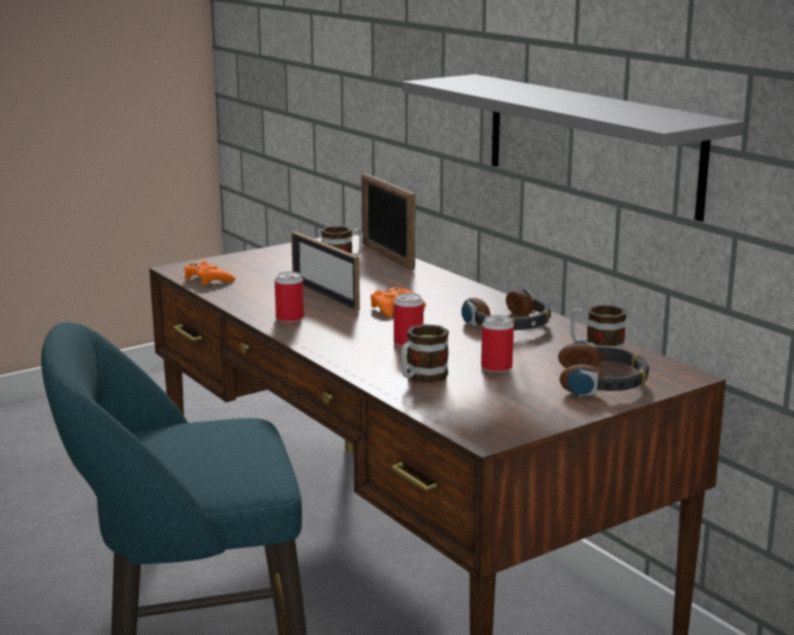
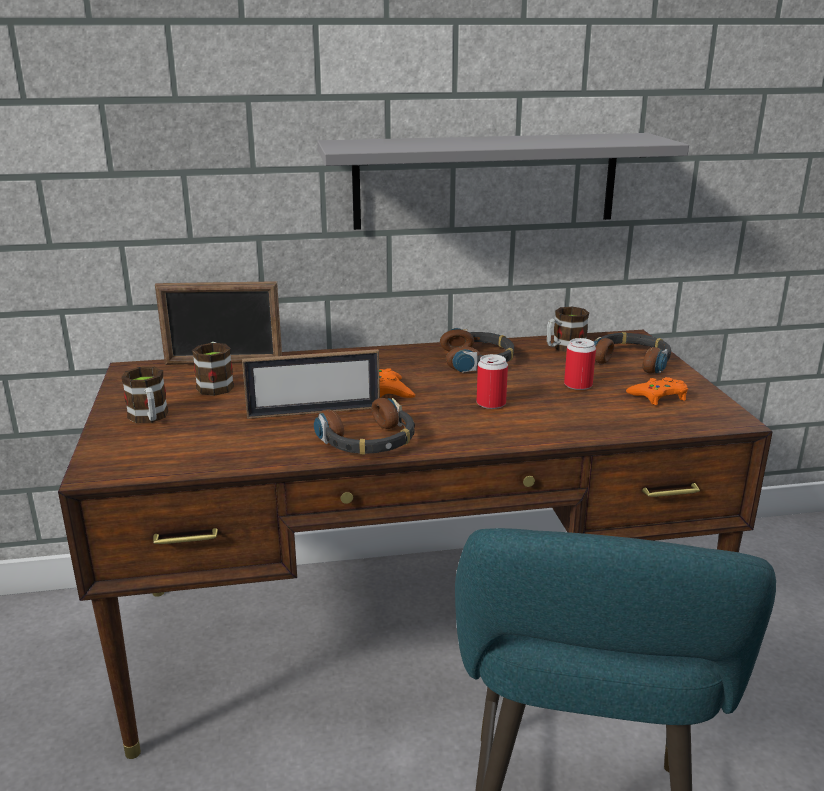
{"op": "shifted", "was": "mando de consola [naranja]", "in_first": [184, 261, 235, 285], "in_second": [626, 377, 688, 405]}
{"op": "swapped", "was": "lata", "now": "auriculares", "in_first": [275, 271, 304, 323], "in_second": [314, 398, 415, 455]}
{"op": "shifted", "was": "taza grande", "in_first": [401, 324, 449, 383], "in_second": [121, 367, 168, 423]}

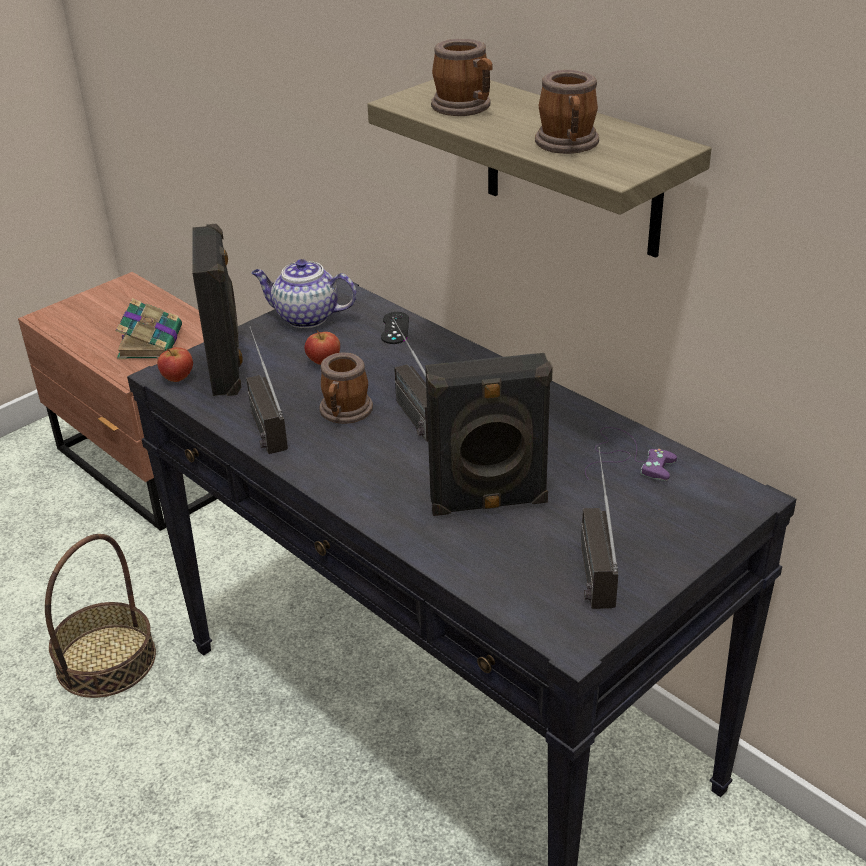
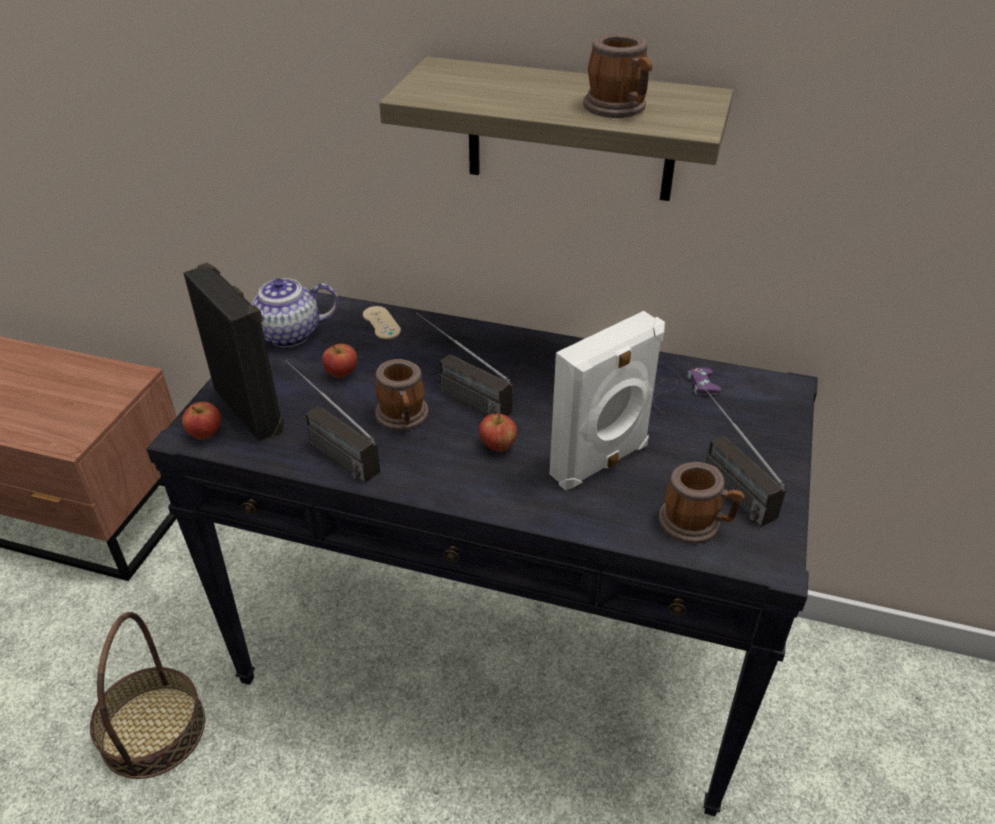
{"op": "gone", "was": "libro", "in_first": [116, 298, 182, 359]}
{"op": "repainted", "was": "mando de consola [negro]", "now": "mando de consola [beis]", "in_first": [381, 312, 409, 344], "in_second": [363, 306, 401, 339]}
{"op": "repainted", "was": "altavoz [negro]", "now": "altavoz [blanco]", "in_first": [425, 353, 553, 516], "in_second": [550, 311, 665, 491]}
{"op": "shifted", "was": "taza grande", "in_first": [431, 39, 493, 116], "in_second": [659, 462, 745, 544]}
{"op": "new", "now": "manzana", "in_second": [479, 413, 517, 452]}

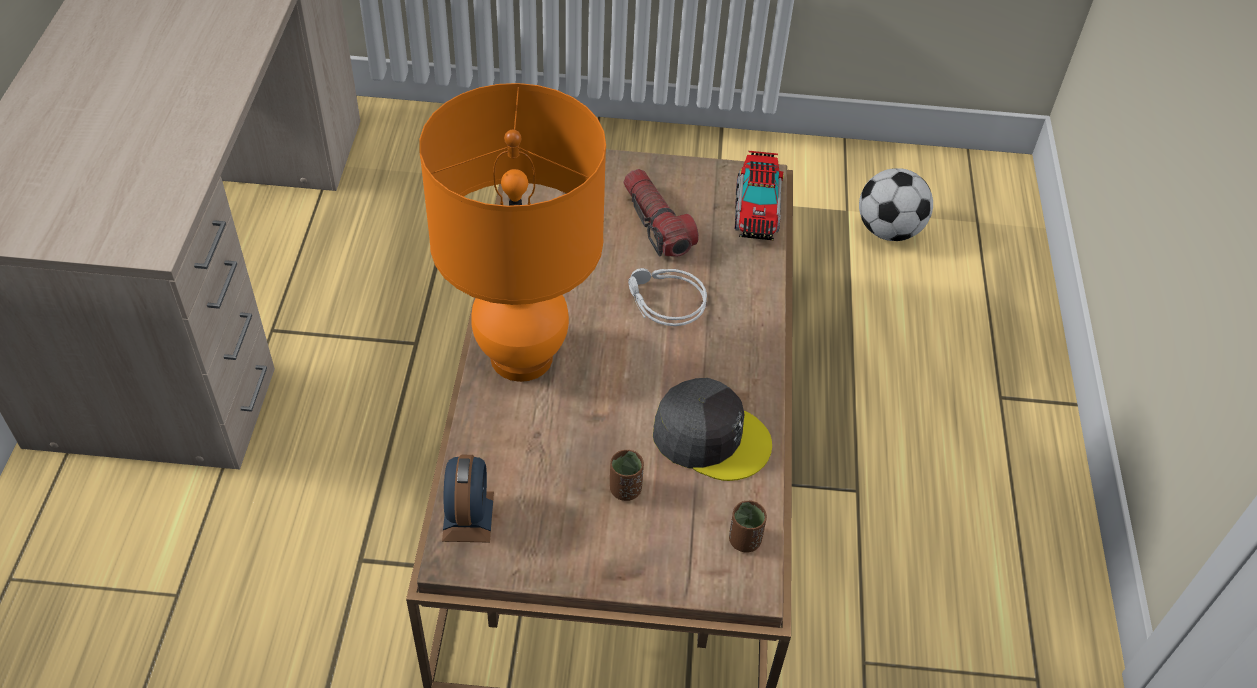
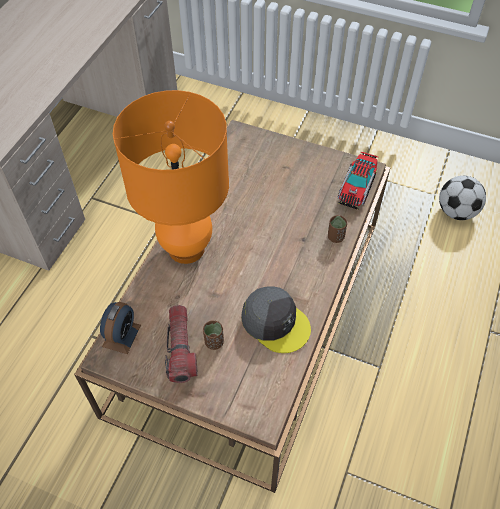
{"op": "shifted", "was": "linterna", "in_first": [623, 169, 699, 257], "in_second": [165, 305, 198, 383]}
{"op": "gone", "was": "auriculares [gris]", "in_first": [628, 268, 707, 326]}
{"op": "shifted", "was": "taza [marrón]", "in_first": [729, 501, 767, 553], "in_second": [328, 215, 347, 243]}

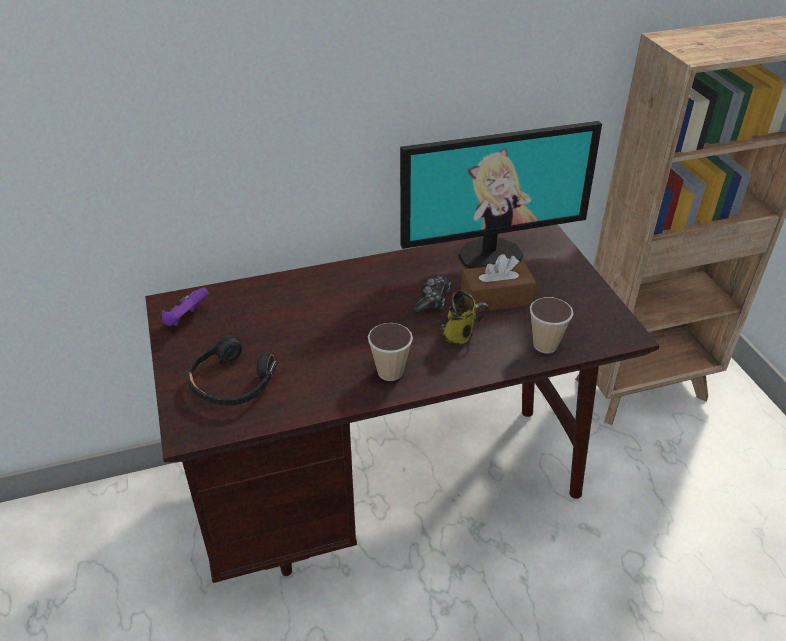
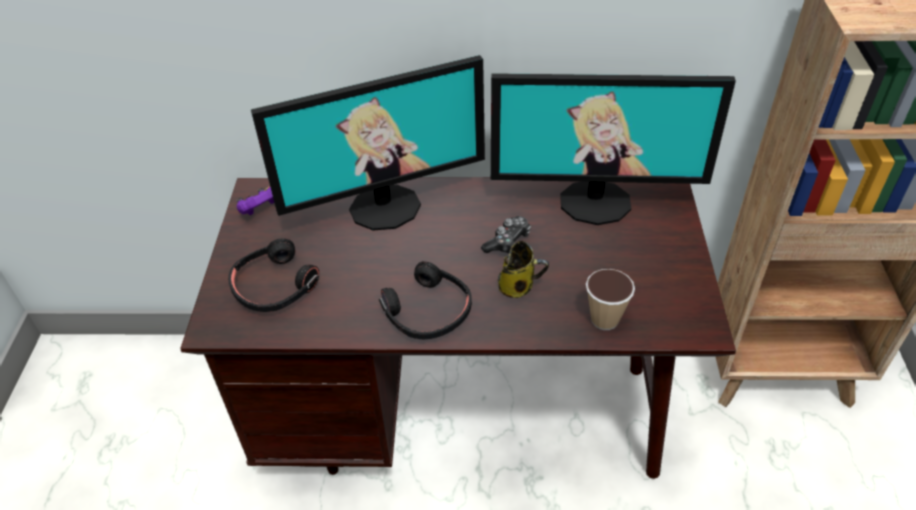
{"op": "swapped", "was": "taza", "now": "auriculares [negro]", "in_first": [368, 323, 413, 381], "in_second": [379, 261, 472, 339]}
{"op": "gone", "was": "caja de pañuelos [marrón]", "in_first": [461, 254, 536, 312]}
{"op": "new", "now": "monitor", "in_second": [251, 55, 485, 231]}

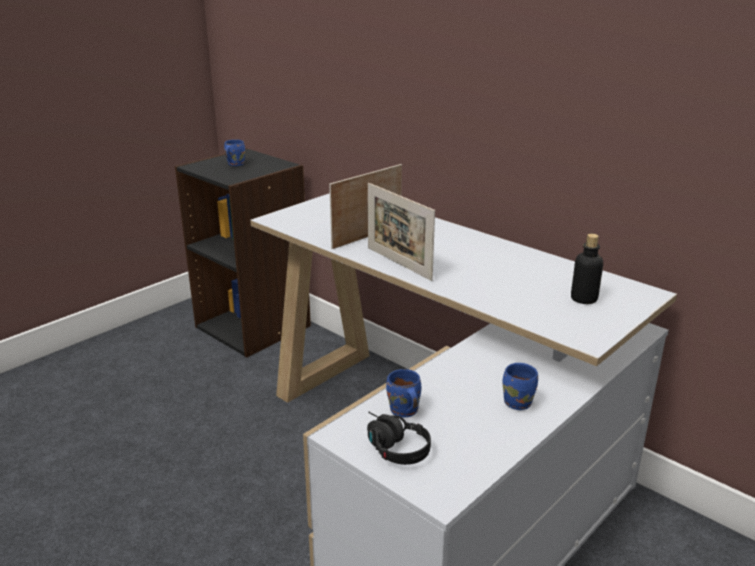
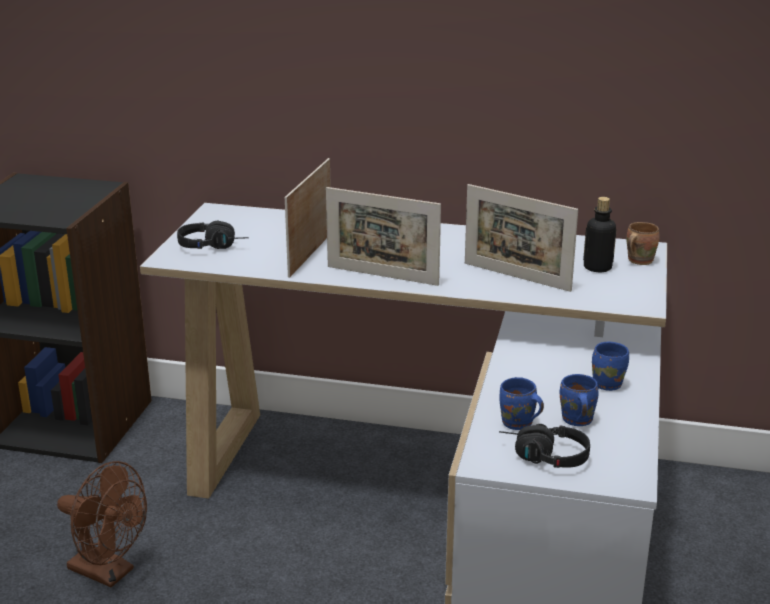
{"op": "shifted", "was": "taza grande [azul]", "in_first": [224, 140, 245, 166], "in_second": [560, 374, 599, 426]}
{"op": "new", "now": "ventilador [marrón]", "in_second": [57, 461, 147, 587]}
{"op": "new", "now": "auriculares [negro]", "in_second": [177, 220, 249, 249]}
{"op": "new", "now": "portarretratos", "in_second": [465, 184, 578, 292]}
{"op": "new", "now": "taza grande [marrón]", "in_second": [626, 222, 659, 265]}

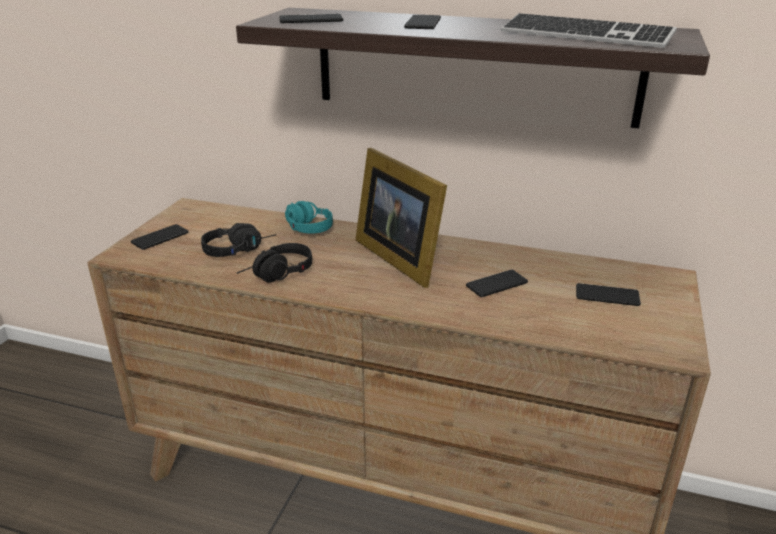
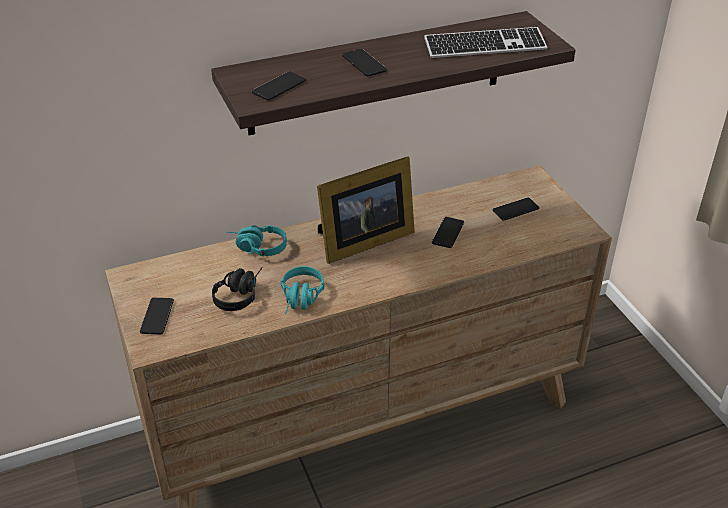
{"op": "repainted", "was": "auriculares [negro]", "now": "auriculares [turquesa]", "in_first": [237, 243, 312, 283], "in_second": [281, 266, 325, 314]}
{"op": "rotated", "was": "portarretratos", "in_first": [355, 148, 447, 288], "in_second": [317, 156, 415, 264], "clockwise": -45}

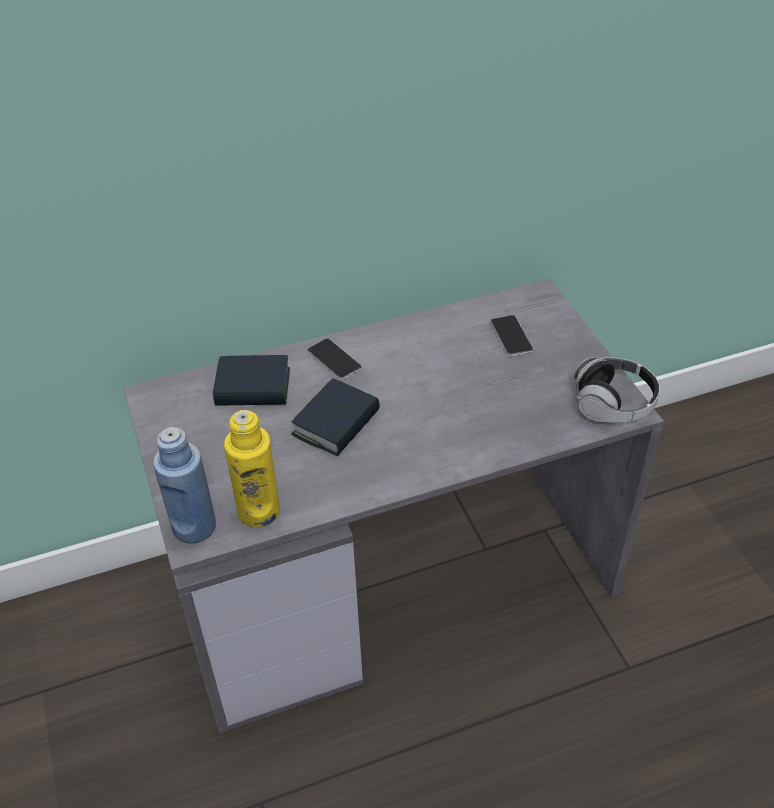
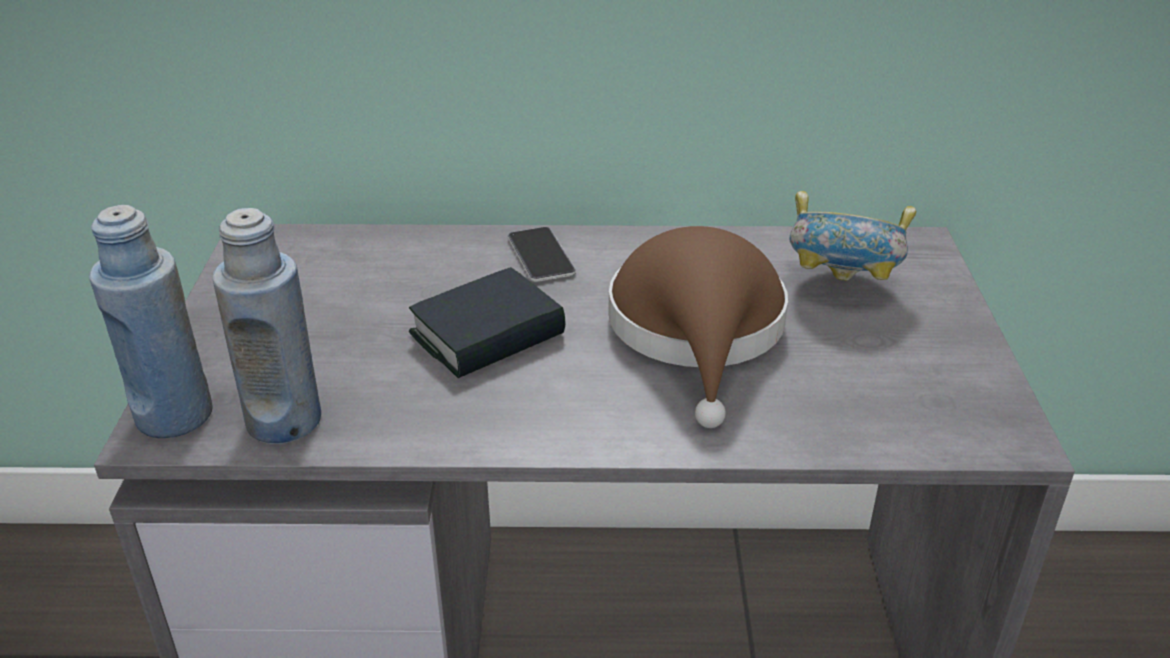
{"op": "gone", "was": "libro", "in_first": [213, 355, 290, 406]}
{"op": "repainted", "was": "botella [amarillo]", "now": "botella [azul]", "in_first": [224, 410, 280, 527], "in_second": [213, 208, 321, 444]}
{"op": "swapped", "was": "móvil", "now": "cuenco", "in_first": [490, 315, 533, 356], "in_second": [789, 191, 916, 281]}
{"op": "gone", "was": "auriculares", "in_first": [574, 357, 660, 422]}
{"op": "new", "now": "sombrero [marrón]", "in_second": [608, 226, 788, 428]}

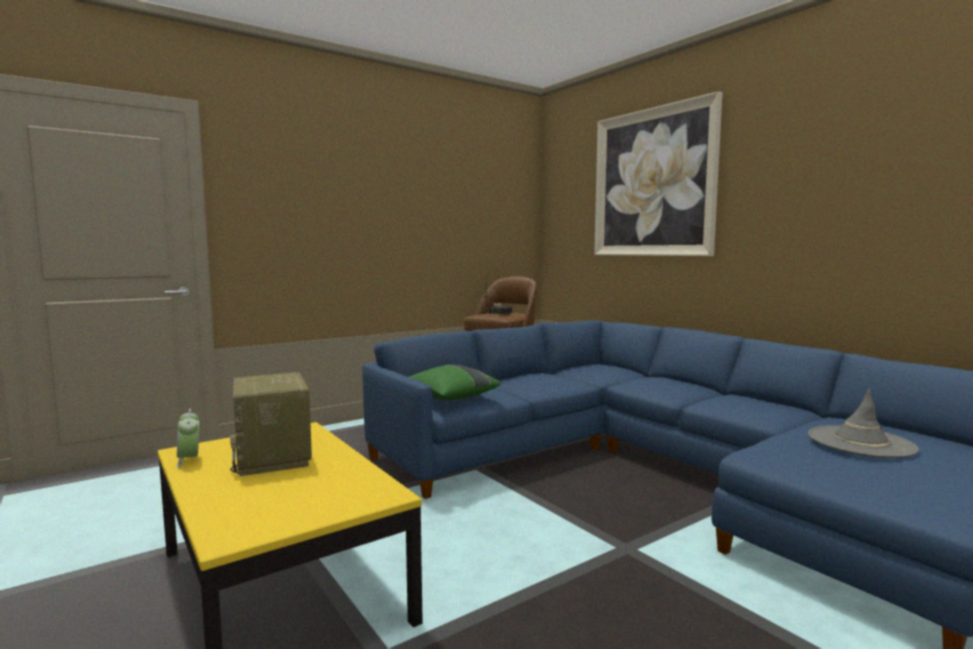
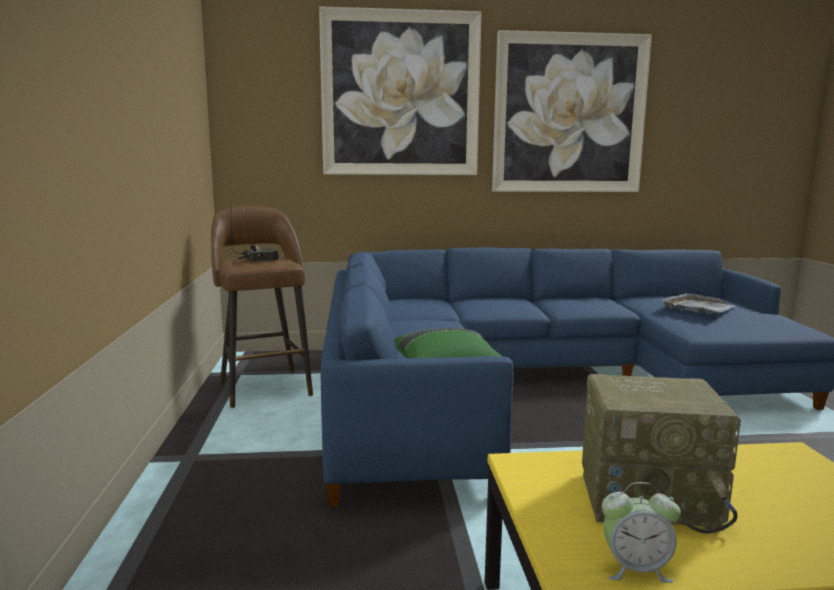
{"op": "swapped", "was": "sombrero [gris]", "now": "bandeja [gris]", "in_first": [808, 388, 919, 458], "in_second": [661, 293, 735, 314]}
{"op": "new", "now": "cuadro", "in_second": [492, 30, 652, 192]}

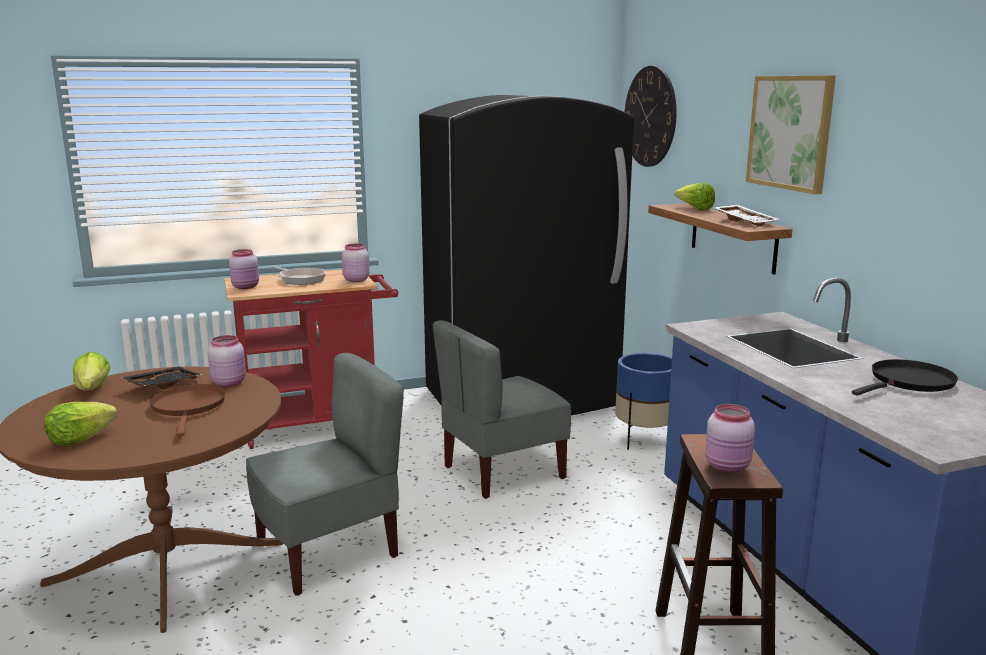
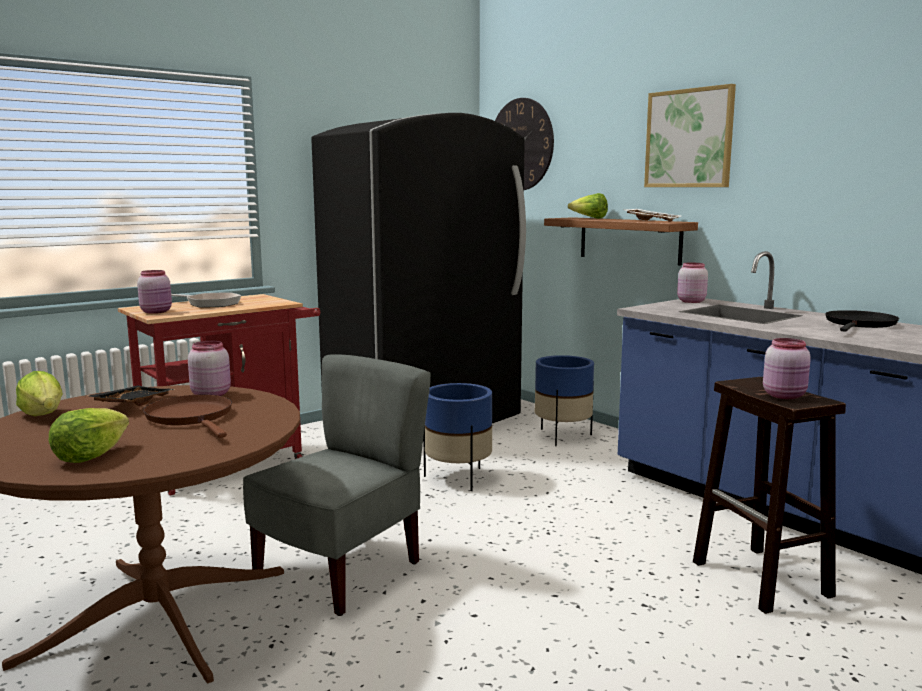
{"op": "shifted", "was": "tarro [rosa]", "in_first": [342, 244, 369, 282], "in_second": [677, 263, 708, 303]}
{"op": "swapped", "was": "silla [gris]", "now": "maceta [azul]", "in_first": [432, 320, 571, 499], "in_second": [423, 383, 492, 491]}

